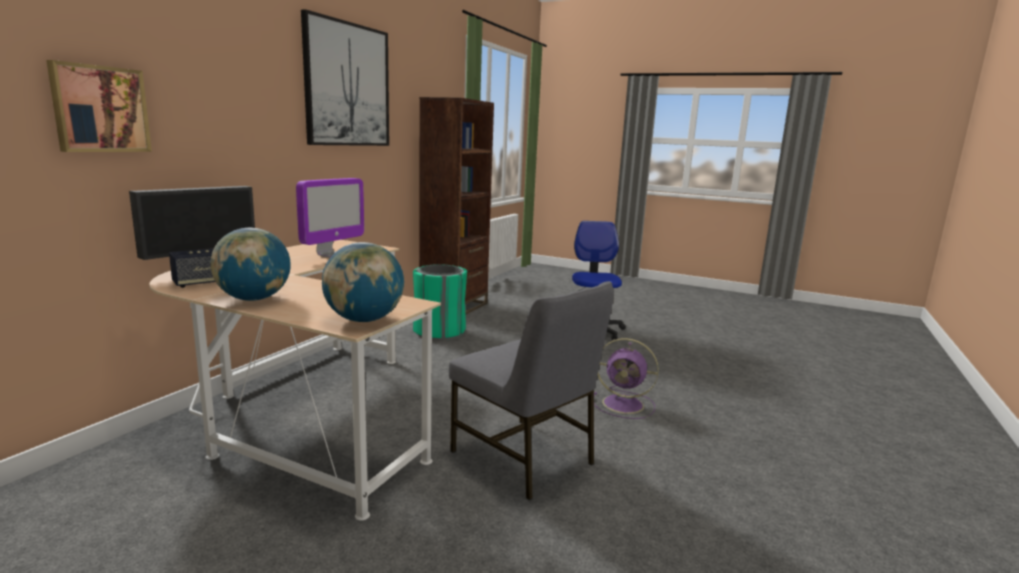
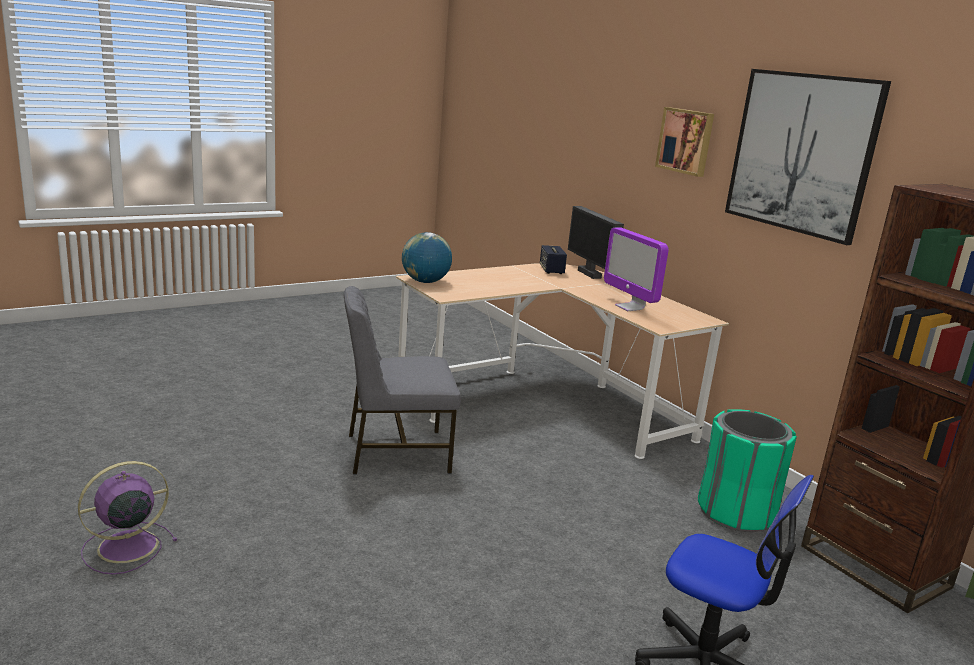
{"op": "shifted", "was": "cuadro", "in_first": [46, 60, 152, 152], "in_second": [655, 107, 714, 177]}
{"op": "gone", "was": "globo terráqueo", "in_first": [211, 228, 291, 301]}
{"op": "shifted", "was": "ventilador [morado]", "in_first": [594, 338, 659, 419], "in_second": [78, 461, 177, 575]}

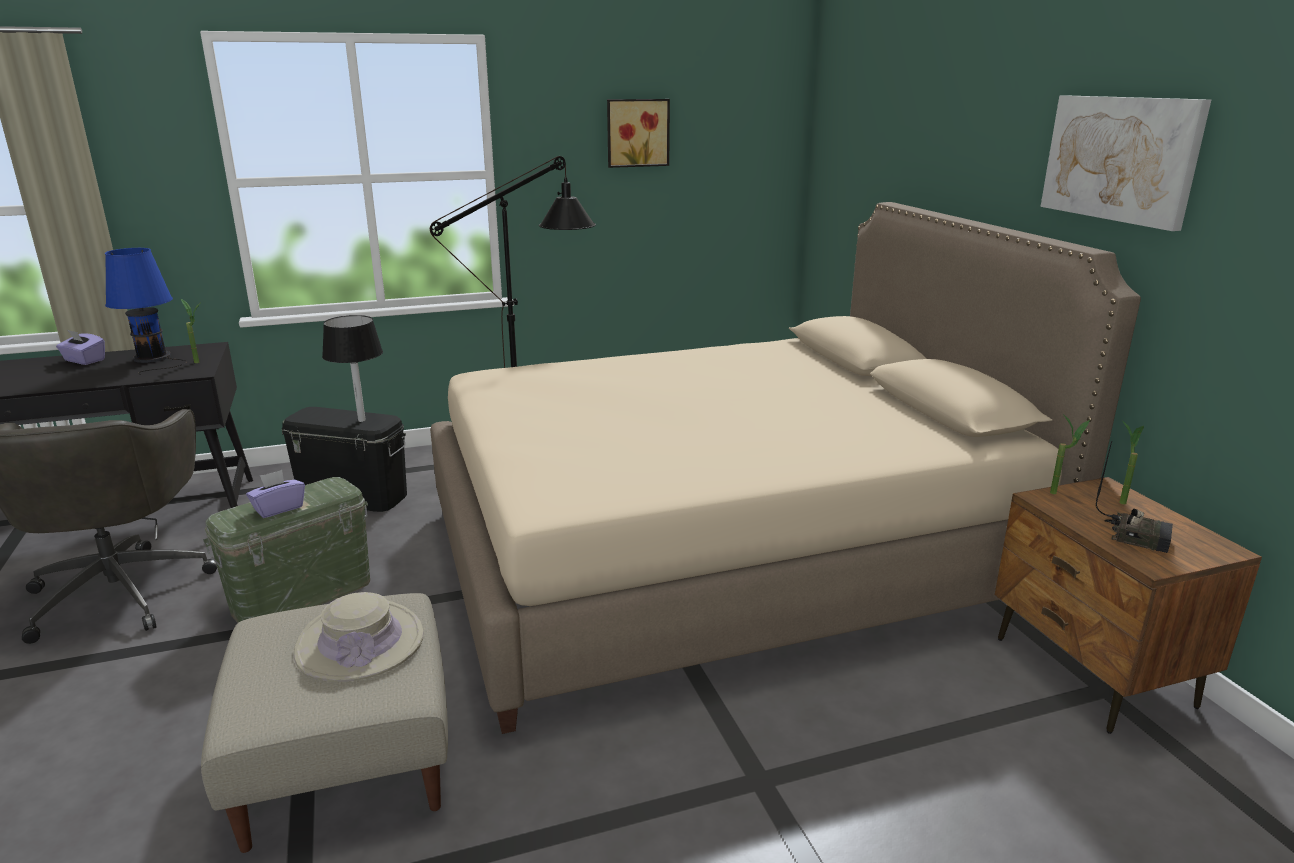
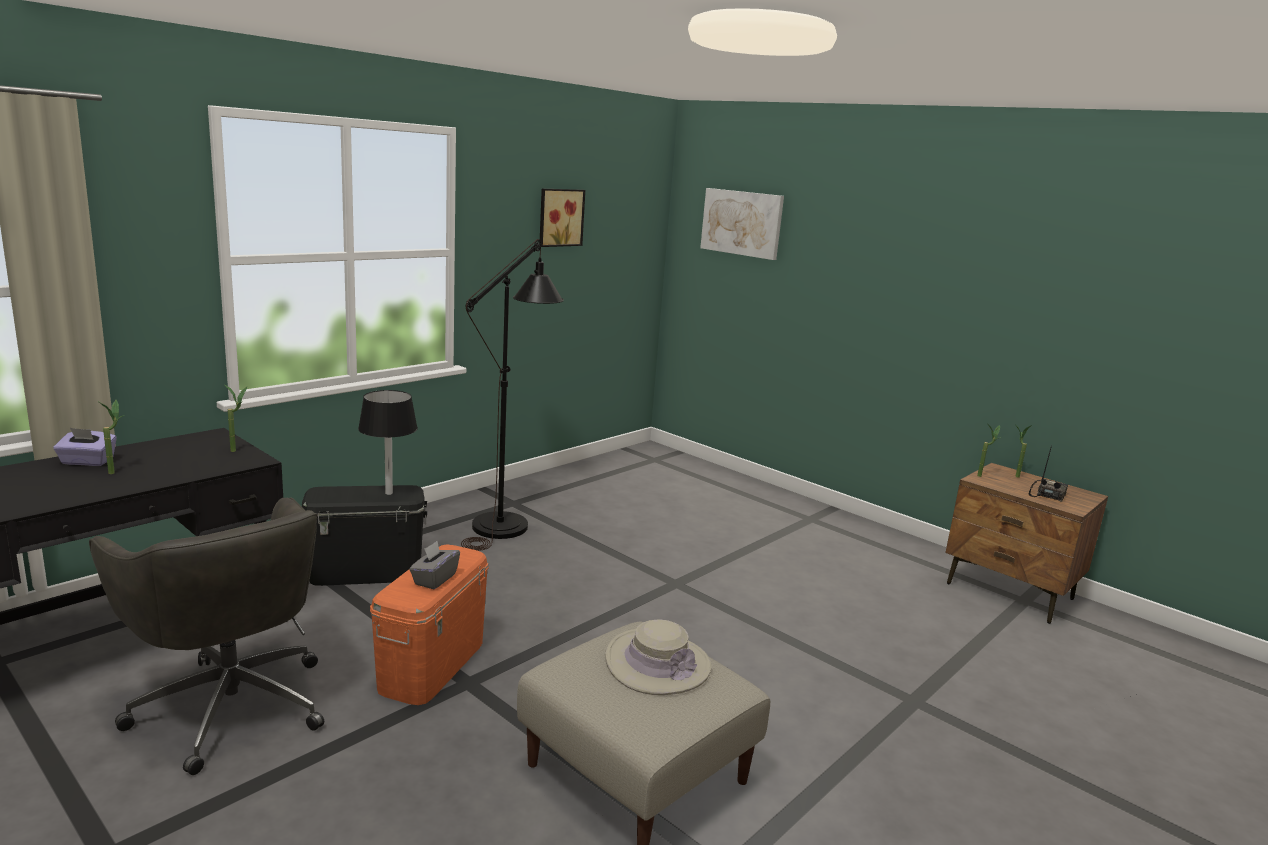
{"op": "gone", "was": "lámpara de mesa [azul]", "in_first": [105, 248, 187, 375]}
{"op": "repainted", "was": "caja de almacenaje [verde]", "now": "caja de almacenaje [naranja]", "in_first": [203, 477, 370, 623], "in_second": [370, 545, 489, 705]}
{"op": "repainted", "was": "caja de pañuelos [morado]", "now": "caja de pañuelos [gris]", "in_first": [246, 470, 305, 518], "in_second": [409, 541, 460, 589]}
{"op": "gone", "was": "cama [beis]", "in_first": [430, 202, 1141, 734]}
{"op": "shifted", "was": "cuadro", "in_first": [1040, 96, 1211, 231], "in_second": [700, 188, 784, 260]}
{"op": "rotated", "was": "radio", "in_first": [1096, 441, 1173, 553], "in_second": [1029, 445, 1068, 502], "clockwise": -60}
{"op": "new", "now": "planta en maceta", "in_second": [99, 400, 124, 474]}

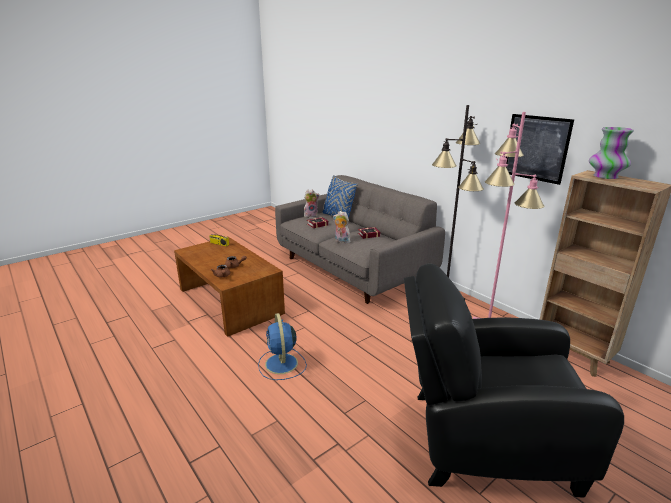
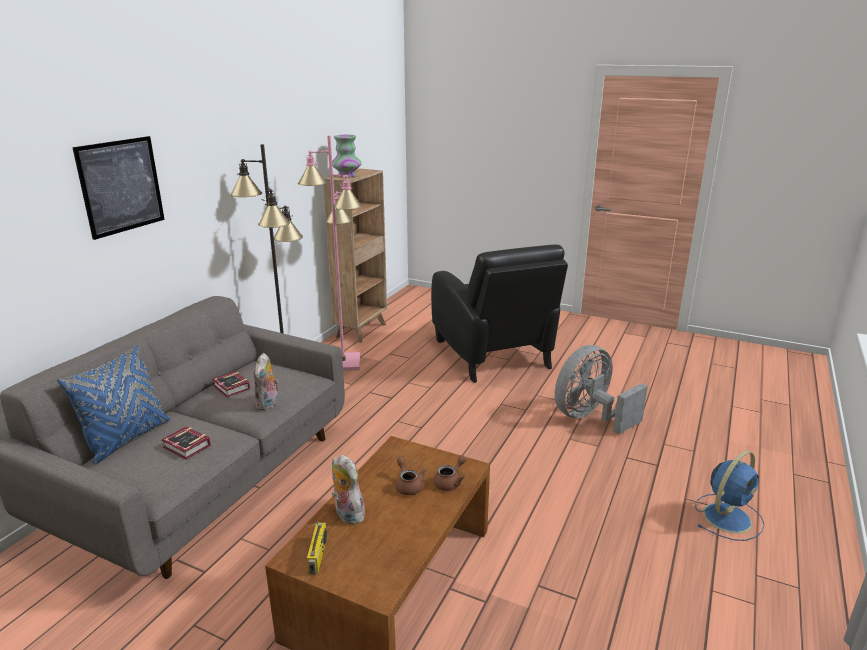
{"op": "shifted", "was": "ventilador [azul]", "in_first": [258, 313, 307, 380], "in_second": [695, 451, 764, 541]}
{"op": "shifted", "was": "peluche", "in_first": [304, 190, 320, 218], "in_second": [332, 454, 368, 524]}
{"op": "shifted", "was": "cuadro", "in_first": [506, 114, 574, 185], "in_second": [72, 136, 165, 240]}
{"op": "new", "now": "ventilador [gris]", "in_second": [555, 345, 648, 434]}

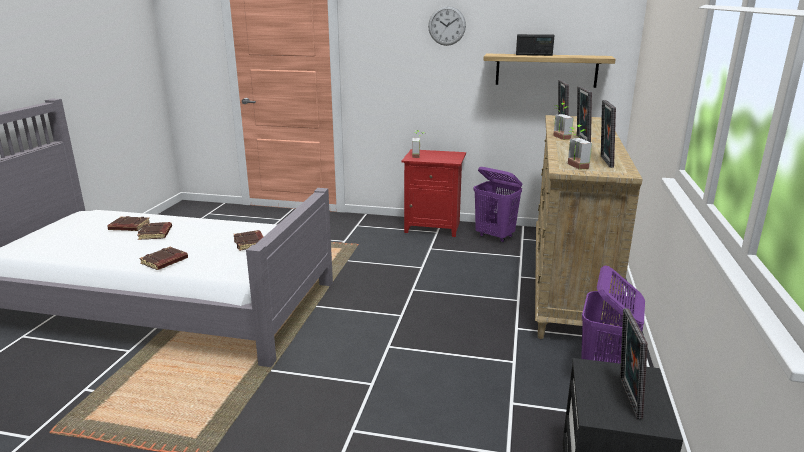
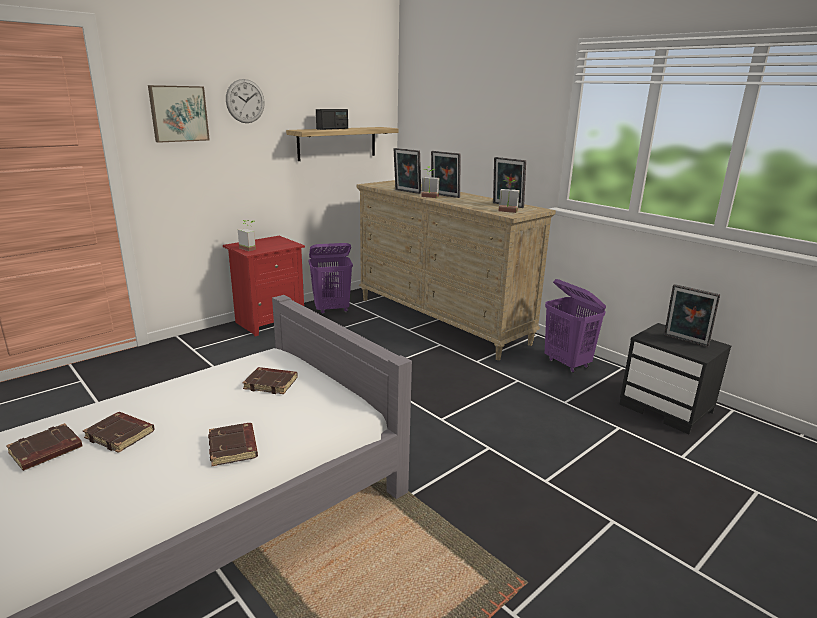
{"op": "new", "now": "cuadro", "in_second": [148, 85, 210, 143]}

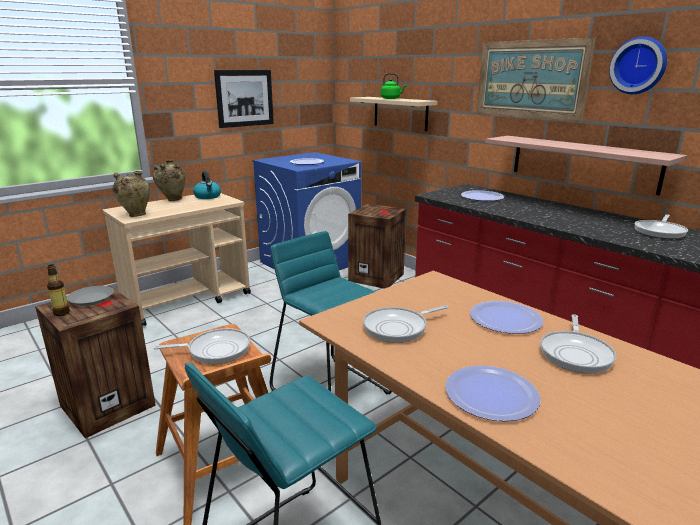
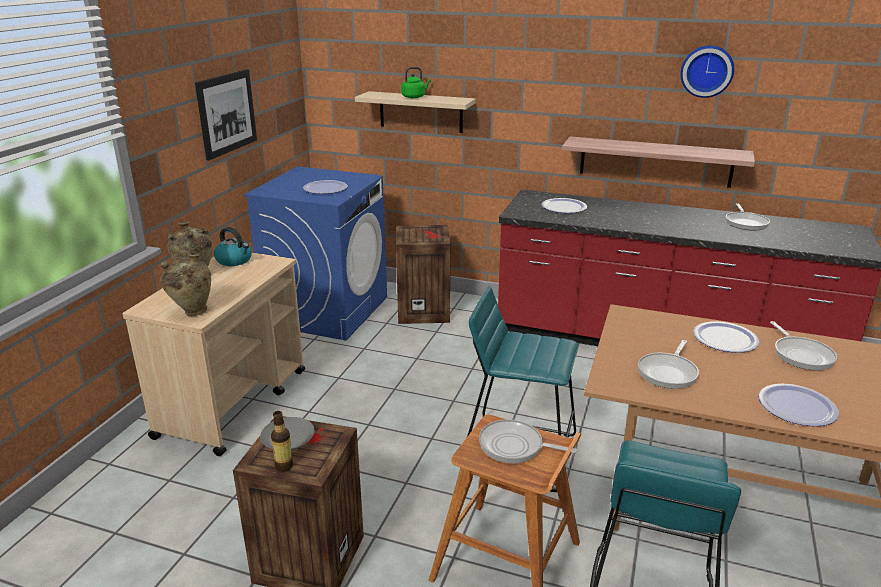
{"op": "rotated", "was": "sartén", "in_first": [154, 328, 250, 364], "in_second": [479, 419, 577, 463], "clockwise": -120}
{"op": "gone", "was": "cuadro", "in_first": [476, 38, 596, 122]}

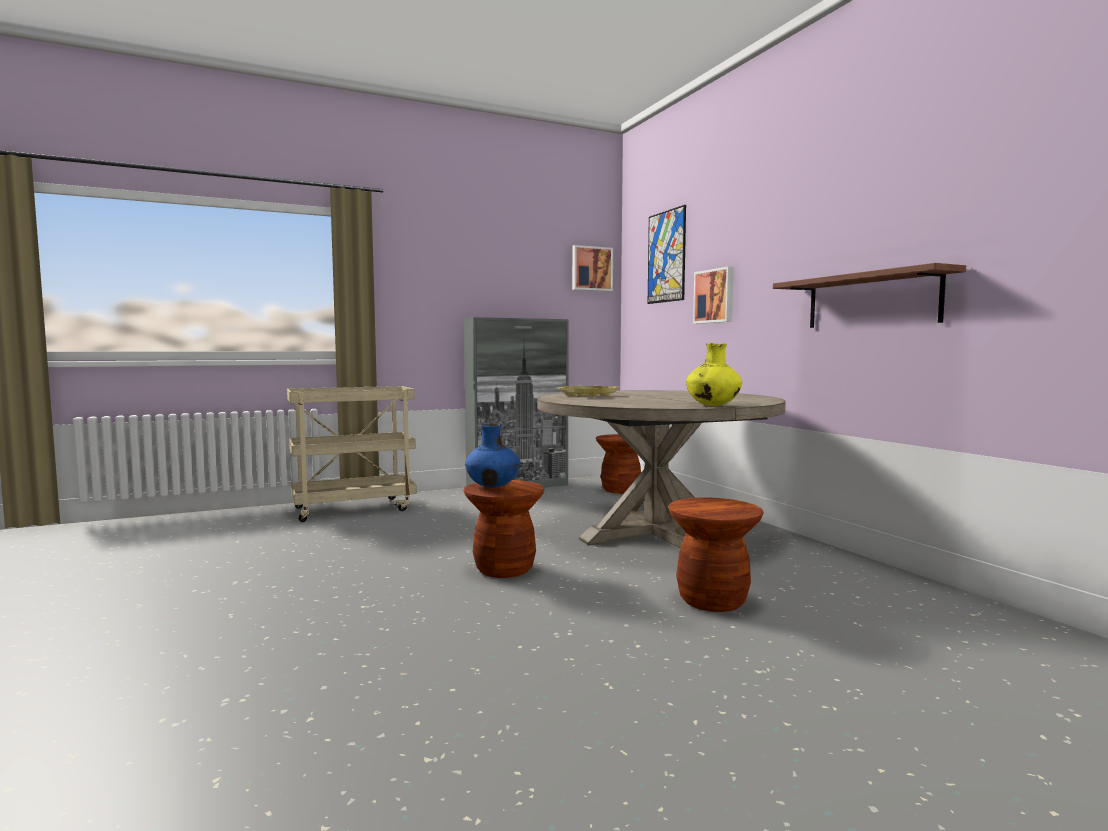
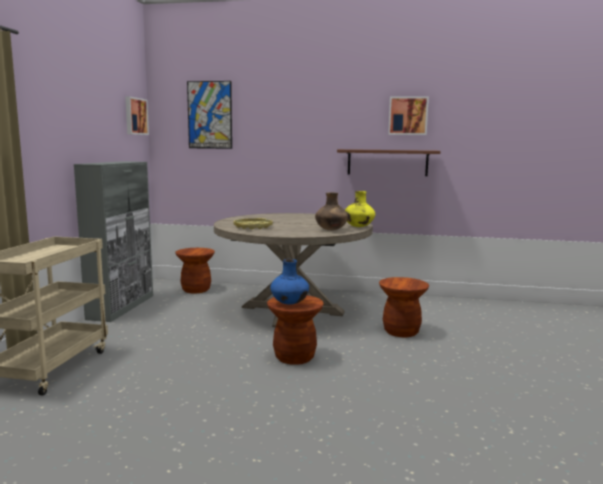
{"op": "shifted", "was": "cuadro", "in_first": [693, 266, 733, 324], "in_second": [388, 96, 429, 135]}
{"op": "new", "now": "florero [marrón]", "in_second": [315, 192, 348, 230]}

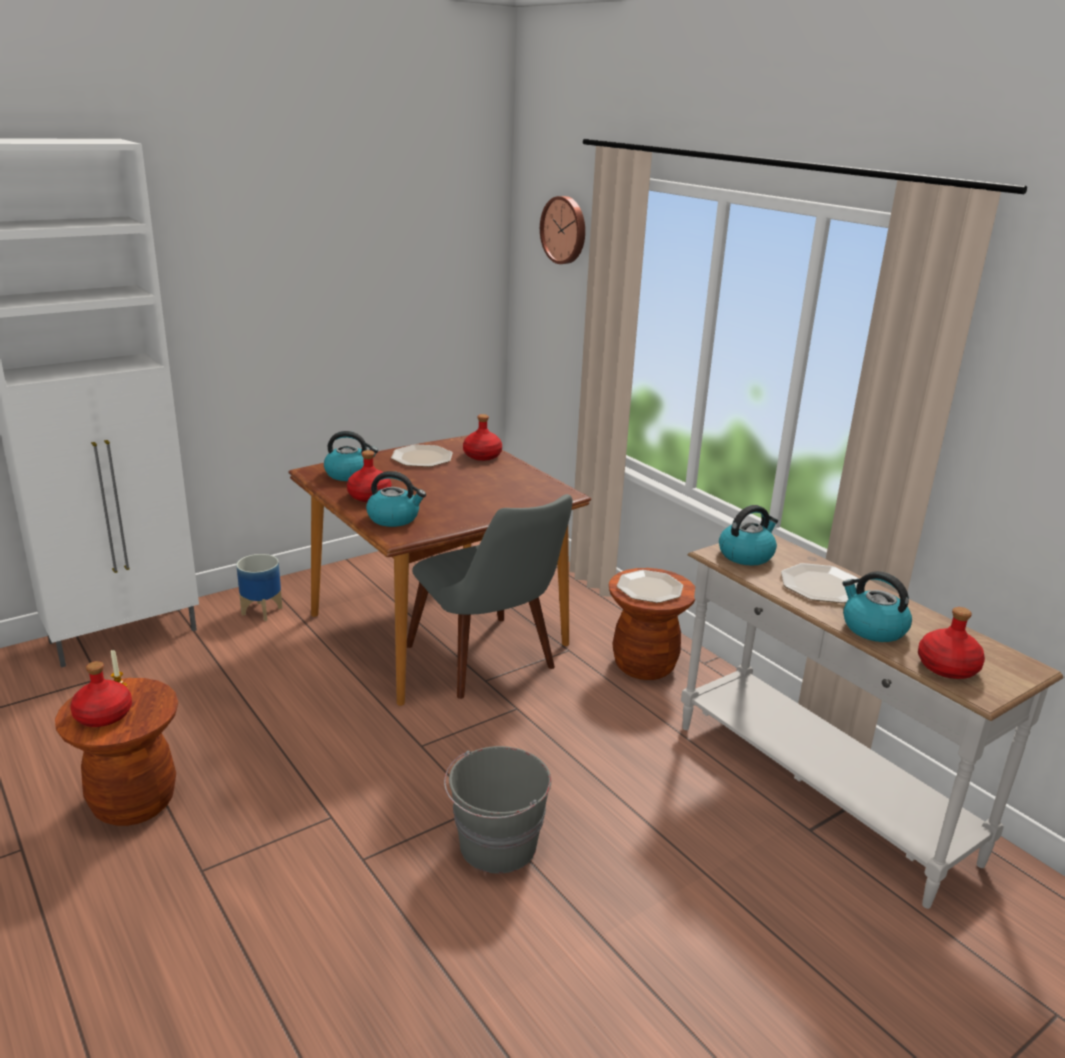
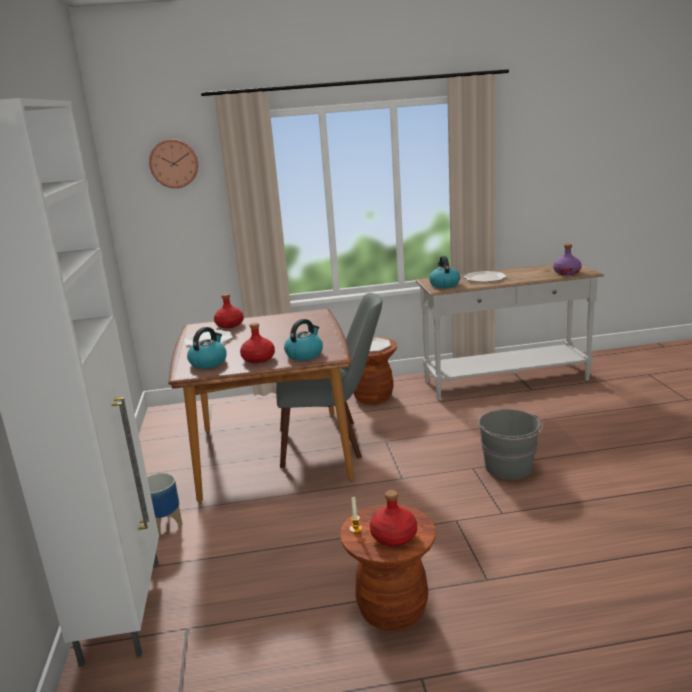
{"op": "gone", "was": "hervidor", "in_first": [842, 571, 912, 642]}
{"op": "repainted", "was": "botella [rojo]", "now": "botella [morado]", "in_first": [918, 607, 985, 679], "in_second": [553, 244, 582, 275]}

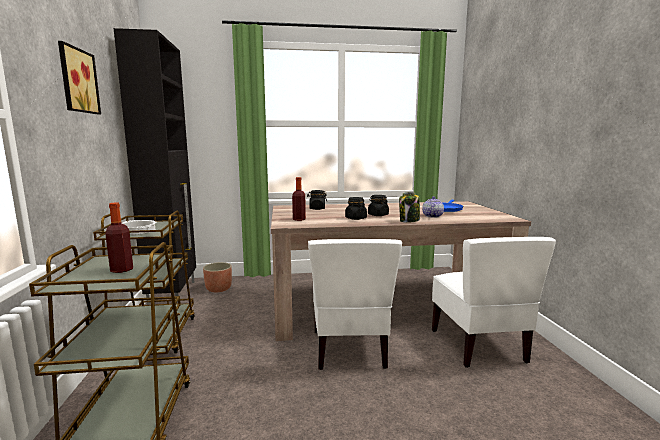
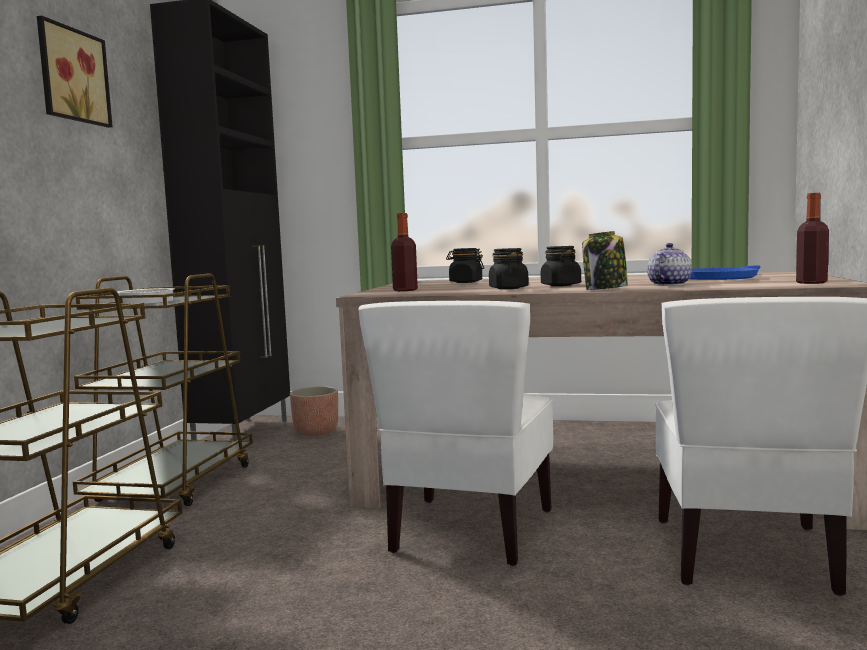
{"op": "shifted", "was": "botella", "in_first": [105, 202, 133, 273], "in_second": [796, 193, 829, 284]}

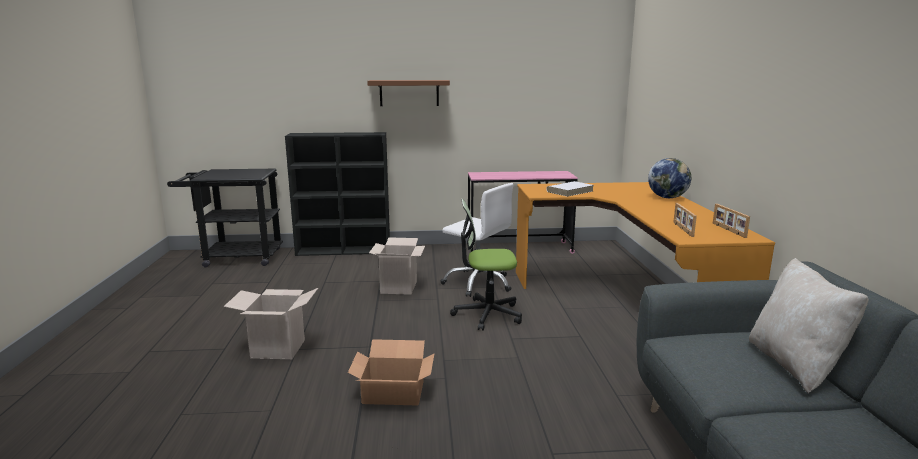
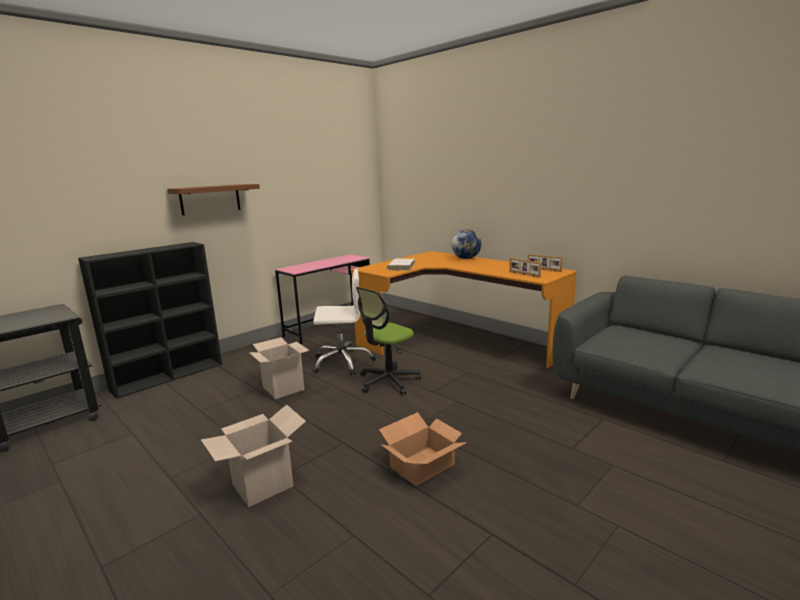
{"op": "gone", "was": "cojín [beis]", "in_first": [749, 258, 868, 393]}

